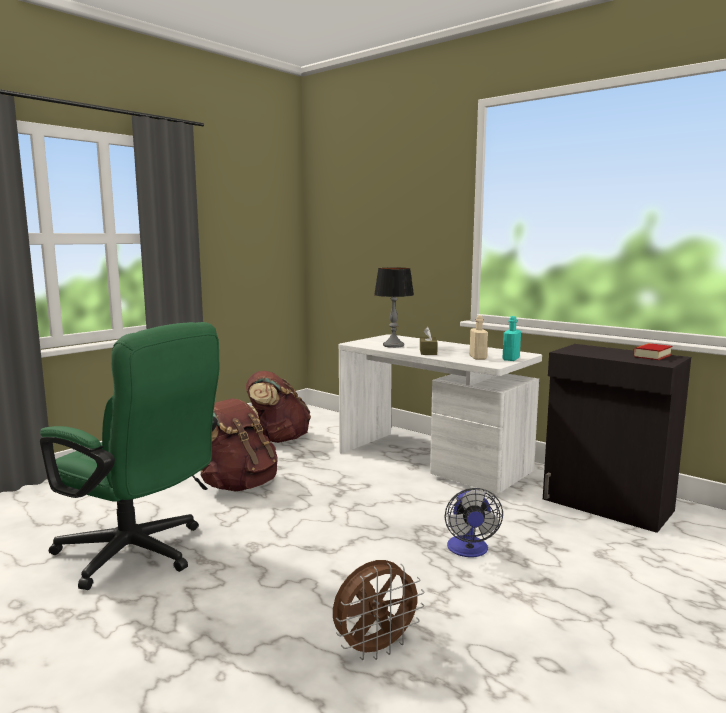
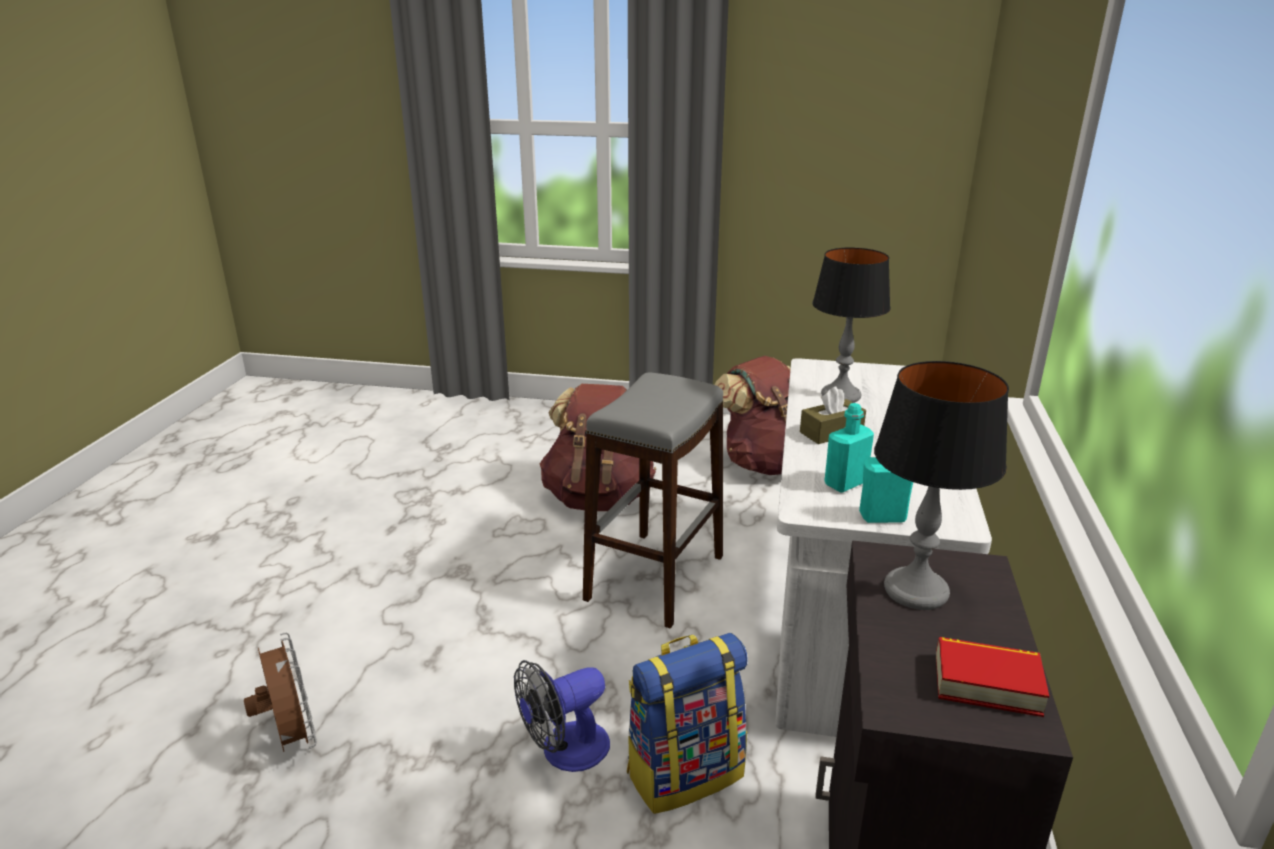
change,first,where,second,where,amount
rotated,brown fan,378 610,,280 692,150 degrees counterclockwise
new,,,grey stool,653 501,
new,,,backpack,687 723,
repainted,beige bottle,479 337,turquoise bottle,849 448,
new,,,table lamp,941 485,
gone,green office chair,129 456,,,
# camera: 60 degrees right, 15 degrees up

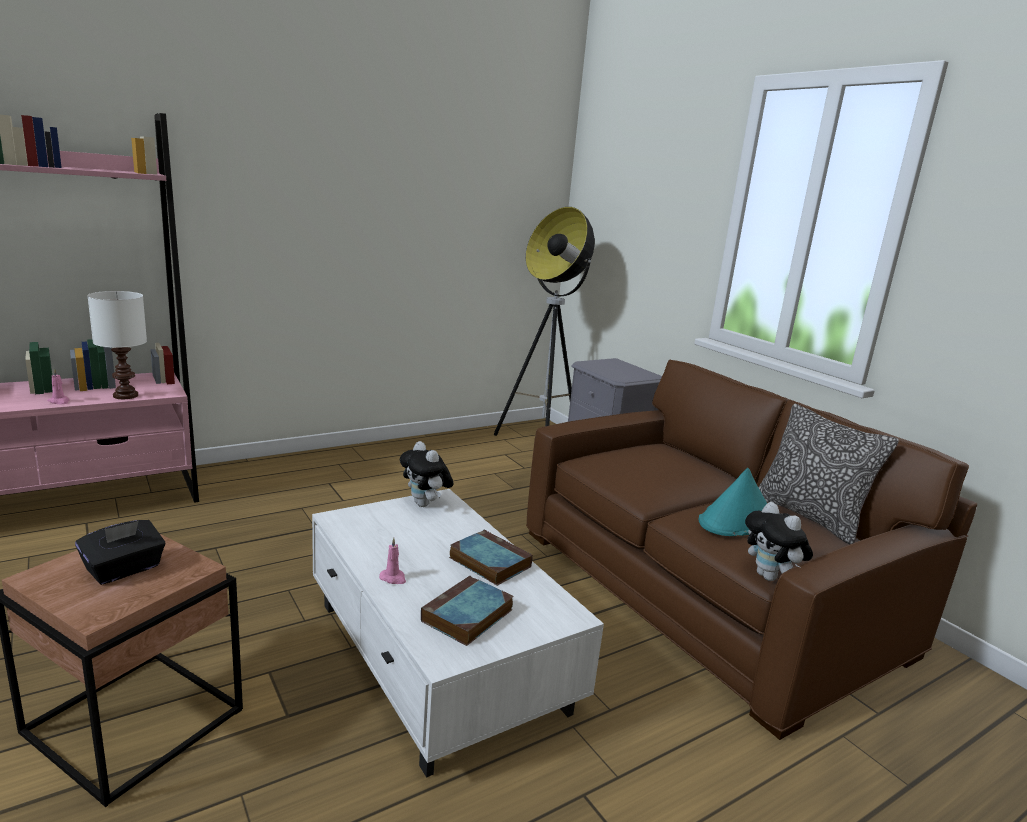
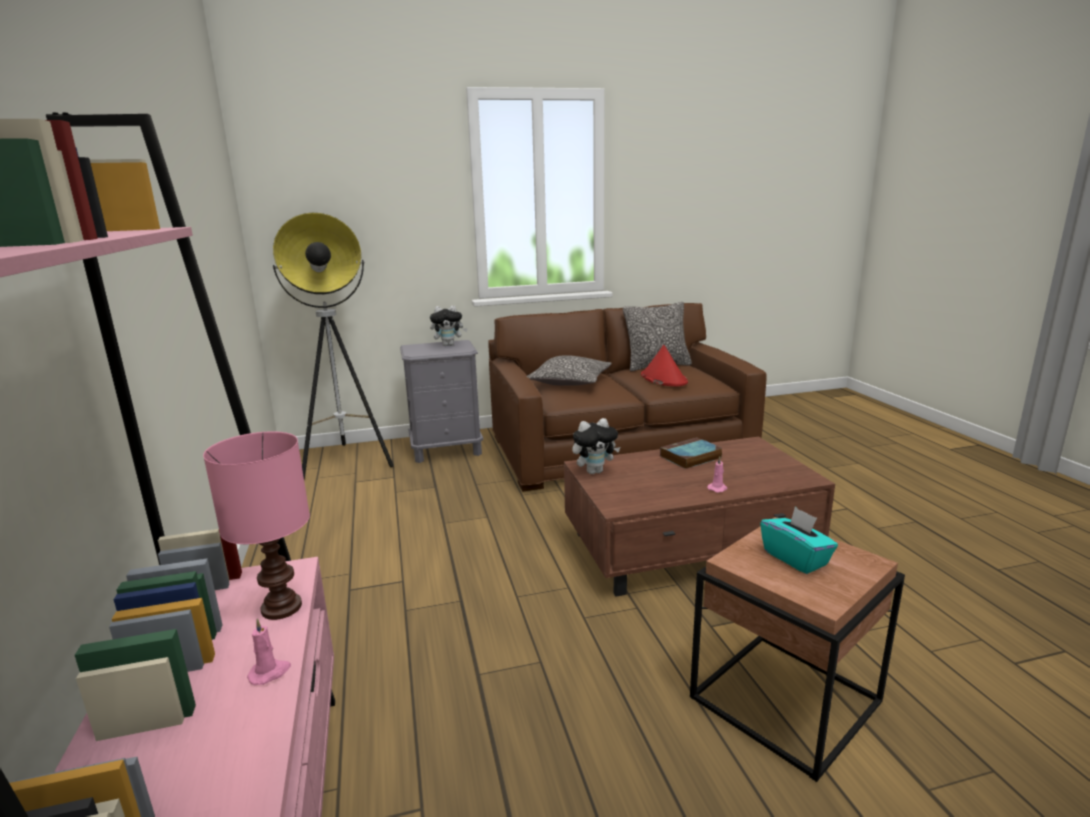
change,first,where,second,where,amount
repainted,white table lamp,117 345,pink table lamp,256 525,
shifted,plush toy,779 541,,449 325,
new,,,pillow,569 370,
repainted,white coffee table,458 633,brown coffee table,699 517,
repainted,turquoise hat,732 502,red hat,664 366,
repainted,black tissue box,120 552,turquoise tissue box,799 540,
gone,book,467 611,,,
# camera: 70 degrees left, 0 degrees up

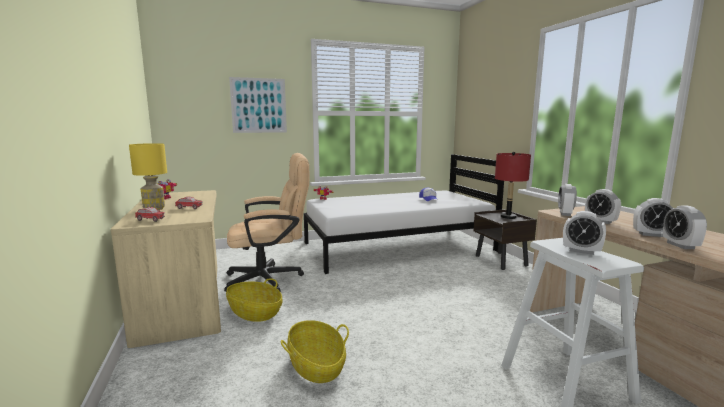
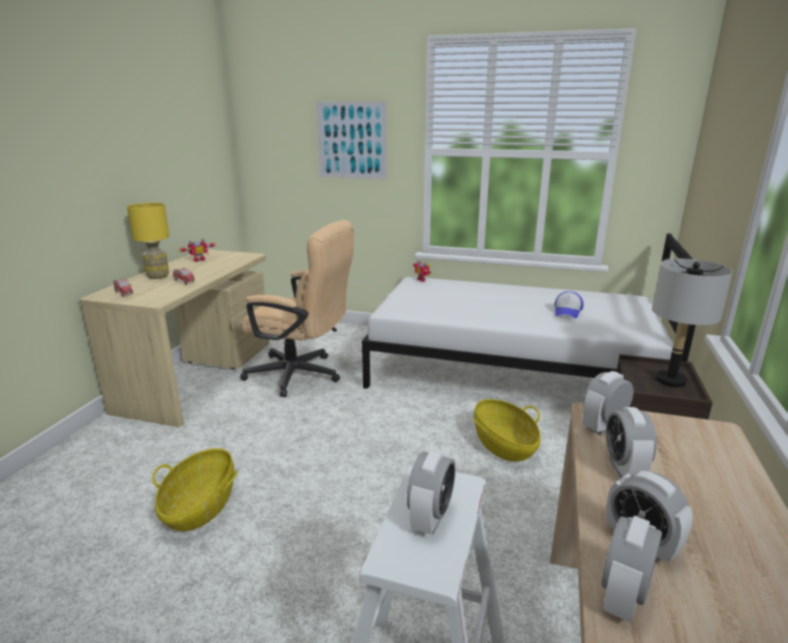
change,first,where,second,where,amount
rotated,alarm clock,584 233,,431 492,135 degrees counterclockwise
shifted,basket,254 300,,506 430,
repainted,red table lamp,513 185,grey table lamp,692 323,
# camera: 35 degrees right, 10 degrees up

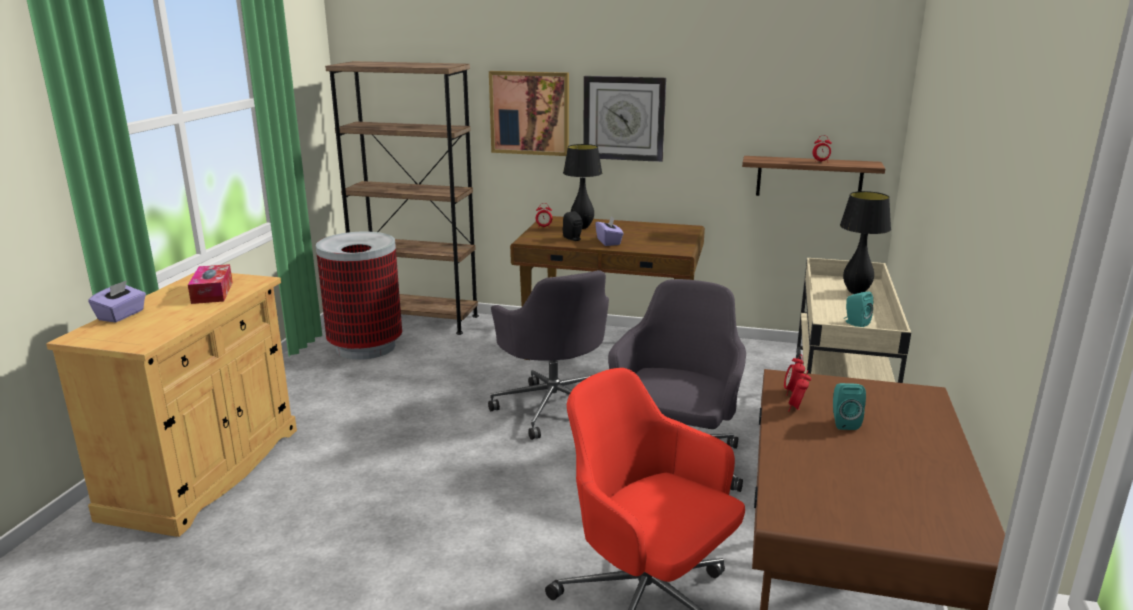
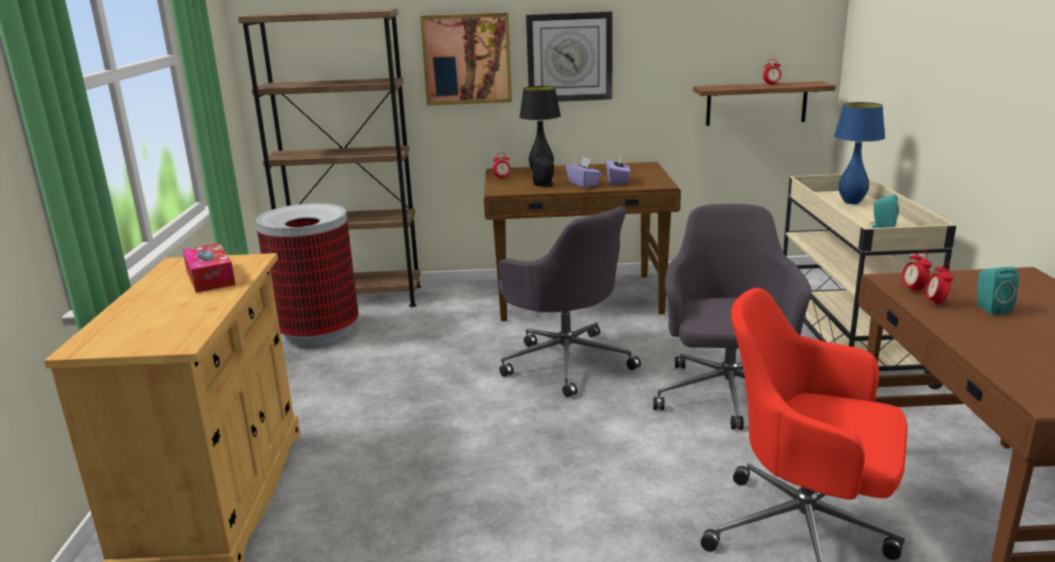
change,first,where,second,where,amount
shifted,purple tissue box,117 301,,618 170,
repainted,black table lamp,865 242,blue table lamp,859 153,
# camera: 15 degrees left, 0 degrees up

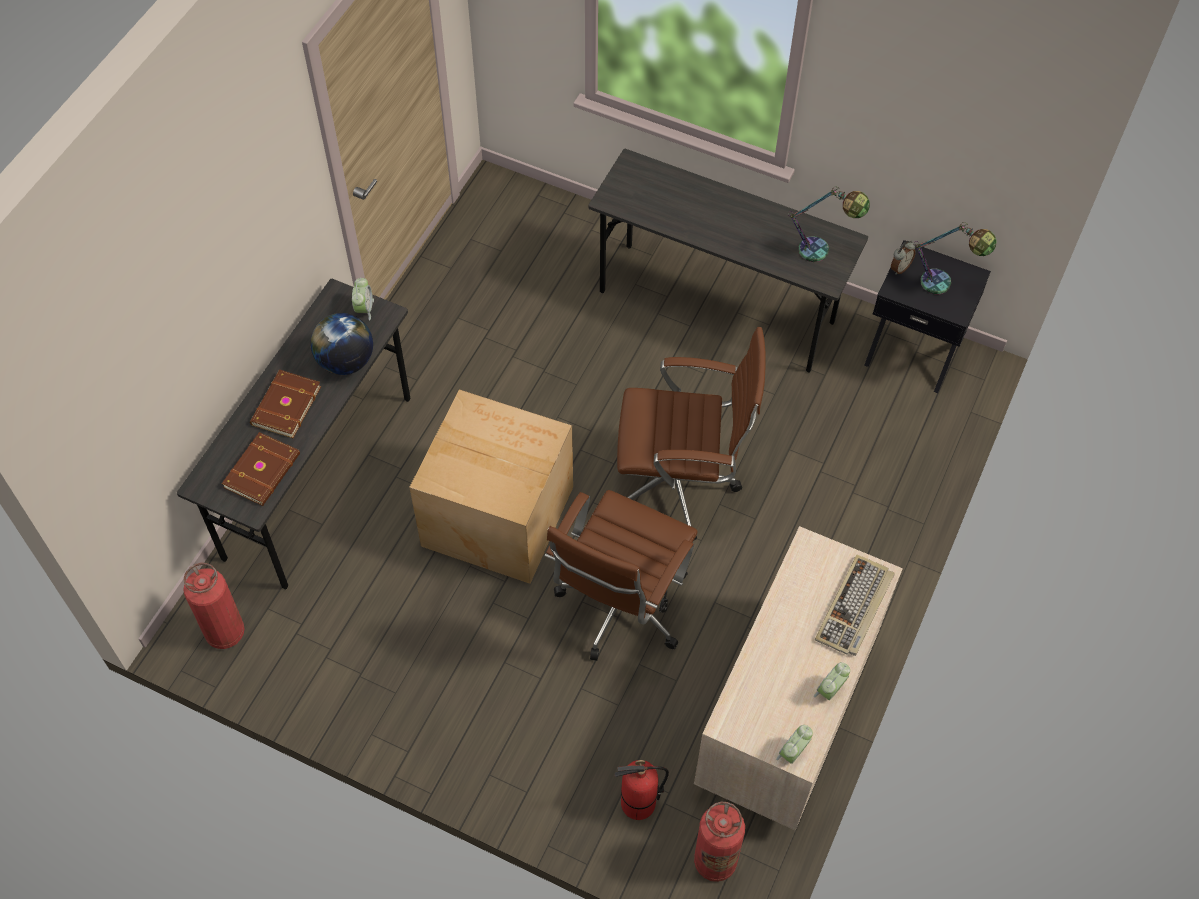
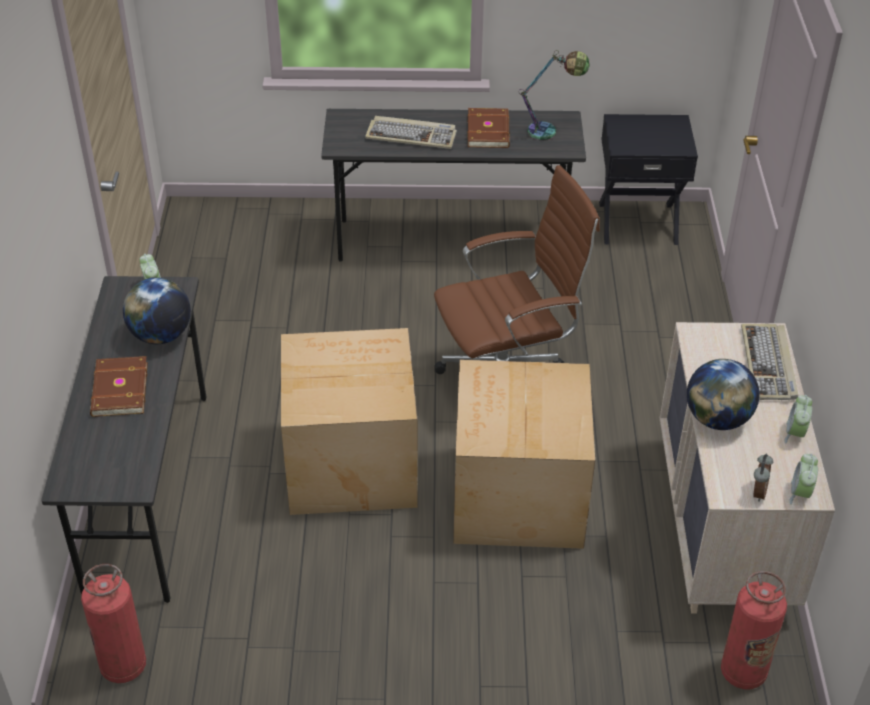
change,first,where,second,where,amount
new,,,keyboard,411 132,
swapped,brown office chair,621 575,cardboard box,524 454,
shifted,brown book,261 469,,488 128,
new,,,globe,723 394,
shifted,alarm clock,903 258,,763 478,
gone,fire extinguisher,642 790,,,
gone,table lamp,955 258,,,
# camera: 25 degrees left, 15 degrees down

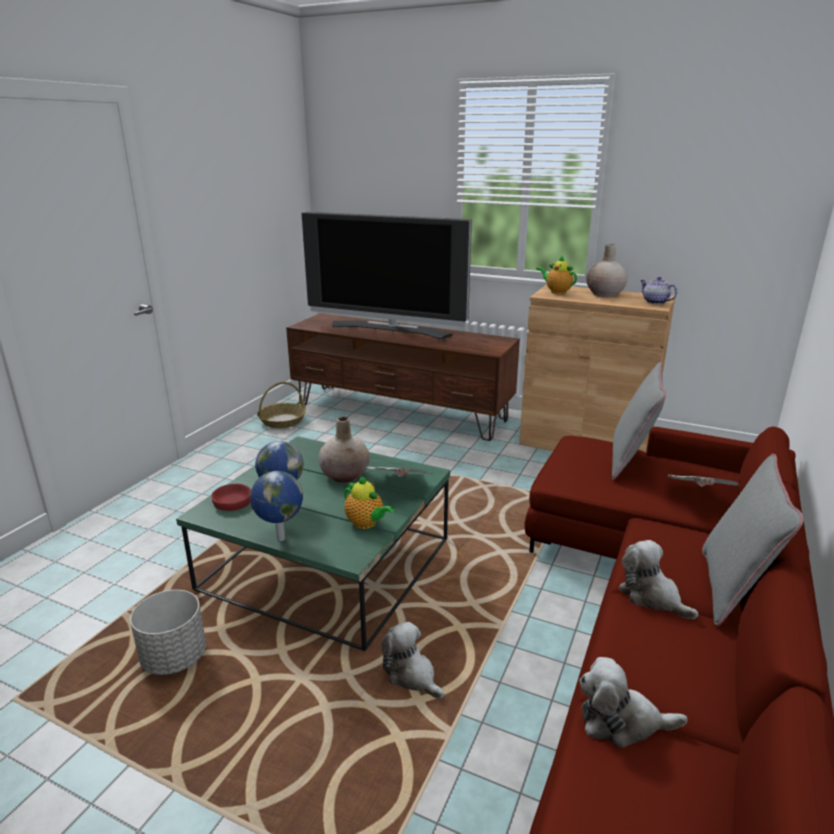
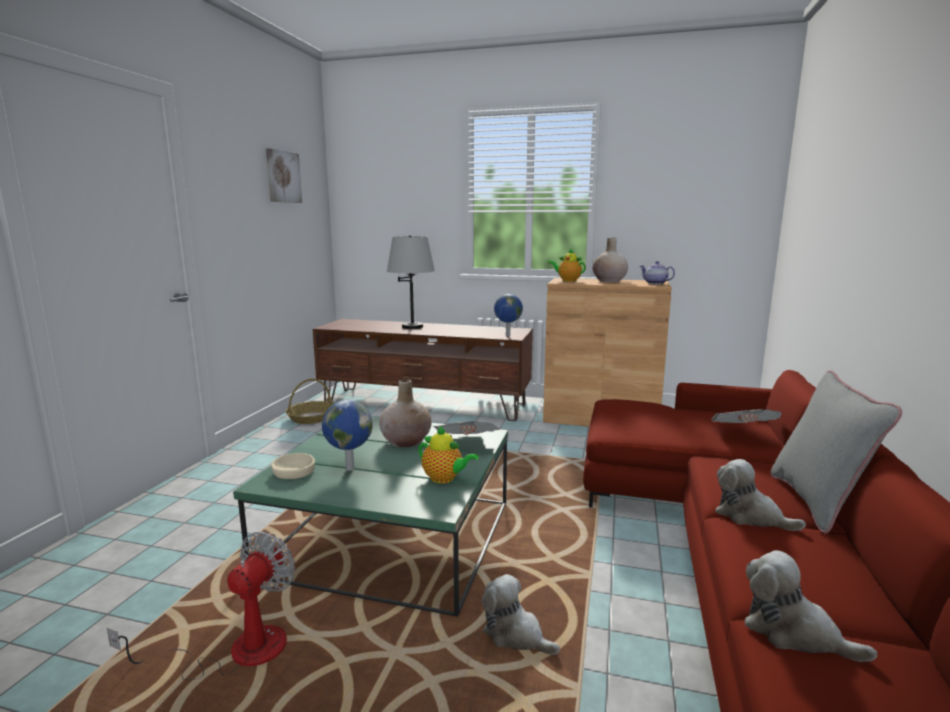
change,first,where,second,where,amount
swapped,grey planter,168 632,fan,201 605,
new,,,picture,284 175,
repainted,red bowl,231 497,beige bowl,293 466,
swapped,television,387 275,grey table lamp,411 282,
shifted,globe,276 506,,508 315,
rotated,plush toy,633 702,,811 606,45 degrees clockwise
gone,grey pillow,639 421,,,
# camera: 10 degrees left, 10 degrees down

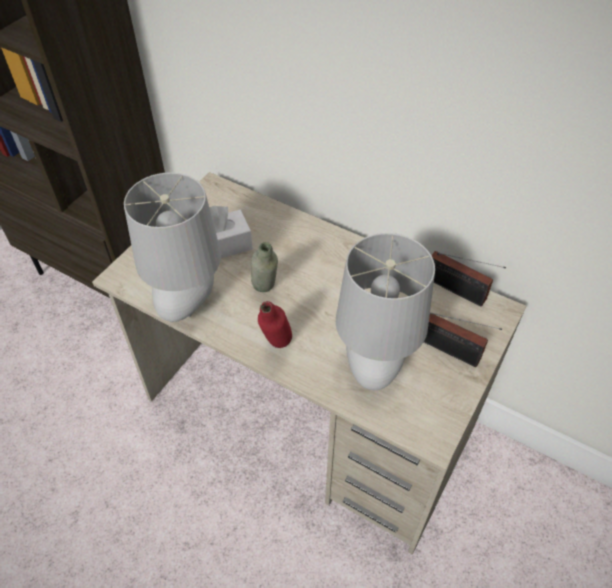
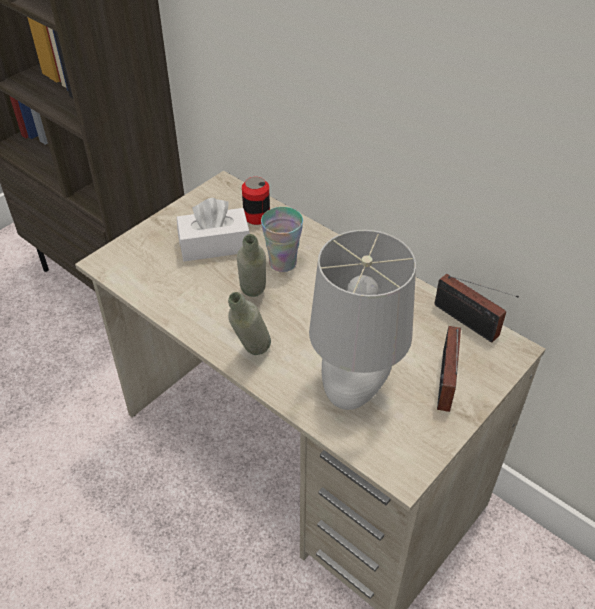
change,first,where,second,where,amount
repainted,red bottle,275 324,grey bottle,249 323,
new,,,can,256 201,
new,,,cup,282 239,
rotated,radio,463 339,,449 369,60 degrees clockwise
gone,grey table lamp,172 247,,,
# camera: 10 degrees right, 5 degrees down

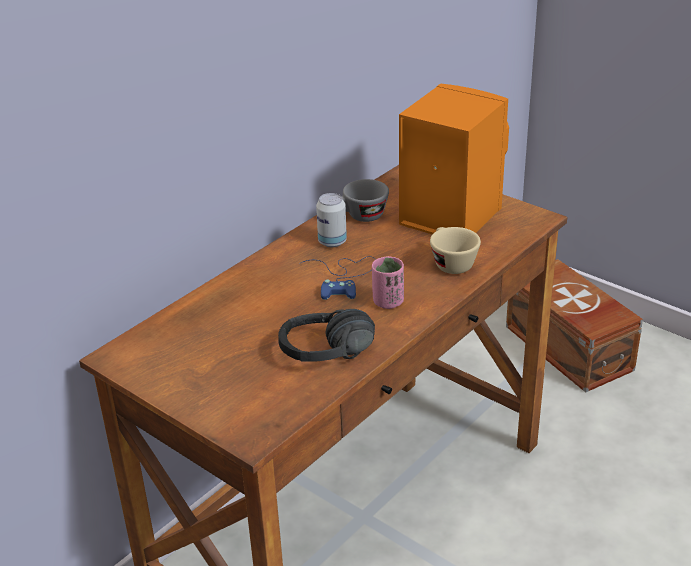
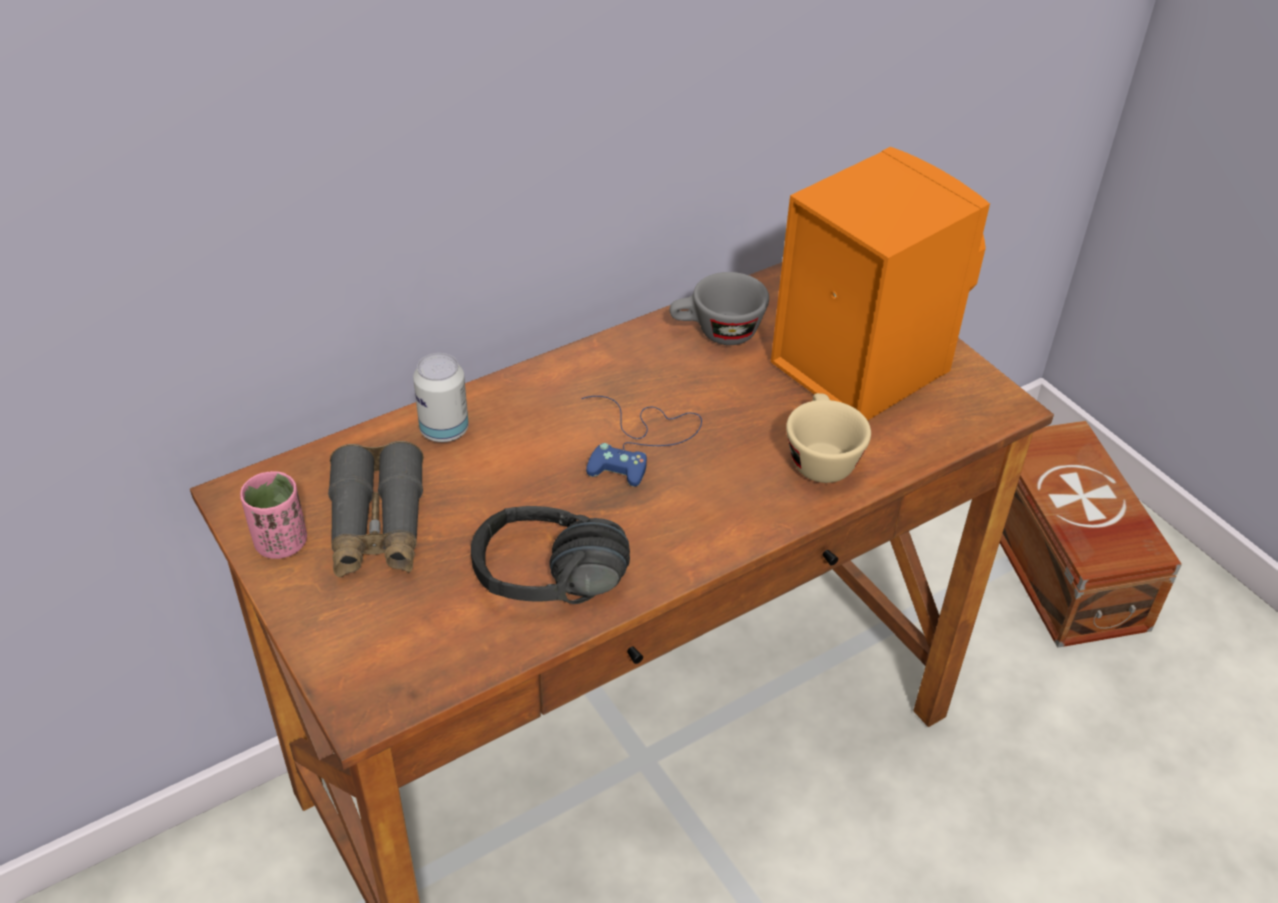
change,first,where,second,where,amount
shifted,pink cup,388 282,,273 515,
new,,,grey binoculars,376 509,
shifted,can,331 220,,441 397,
# camera: 15 degrees right, 10 degrees up

